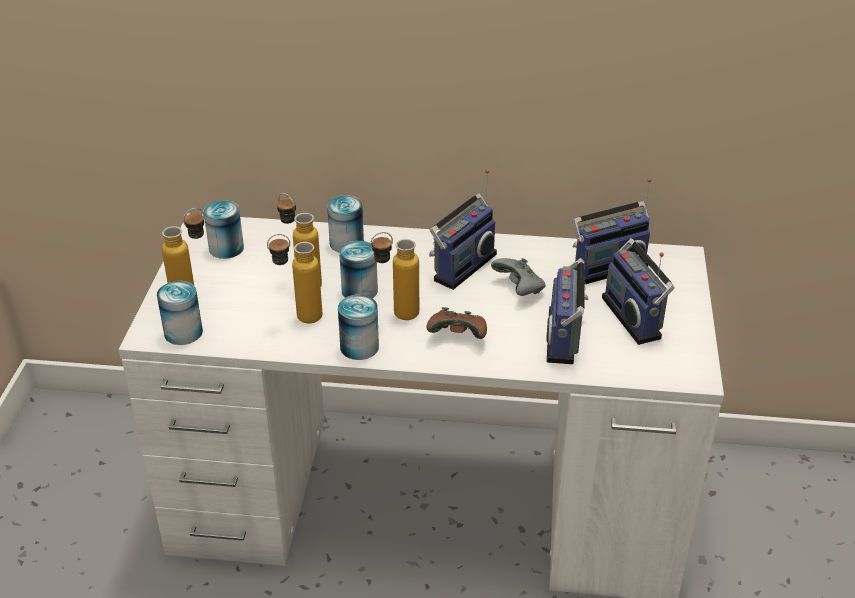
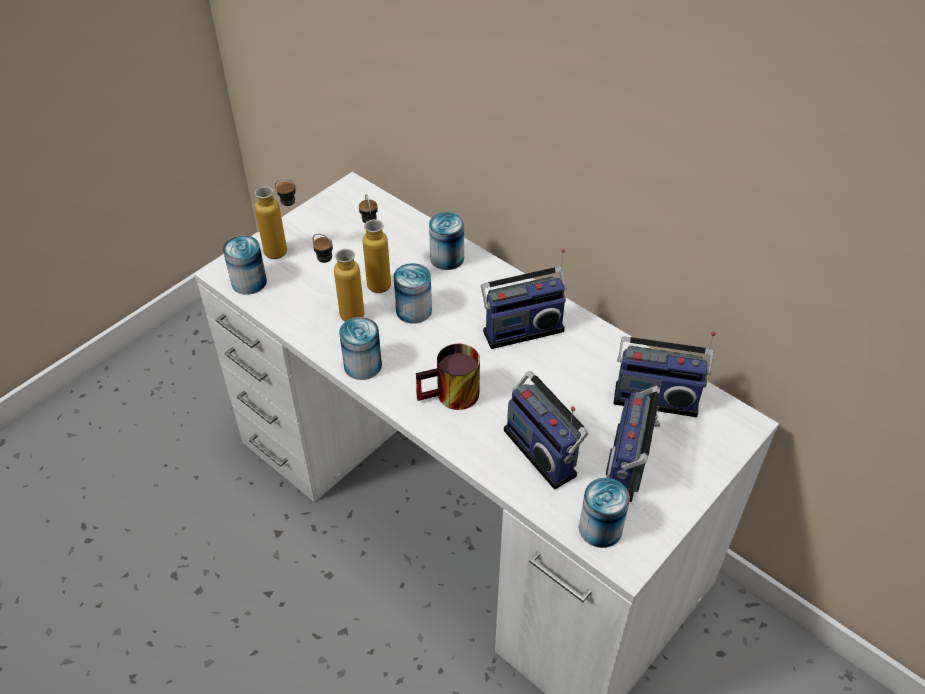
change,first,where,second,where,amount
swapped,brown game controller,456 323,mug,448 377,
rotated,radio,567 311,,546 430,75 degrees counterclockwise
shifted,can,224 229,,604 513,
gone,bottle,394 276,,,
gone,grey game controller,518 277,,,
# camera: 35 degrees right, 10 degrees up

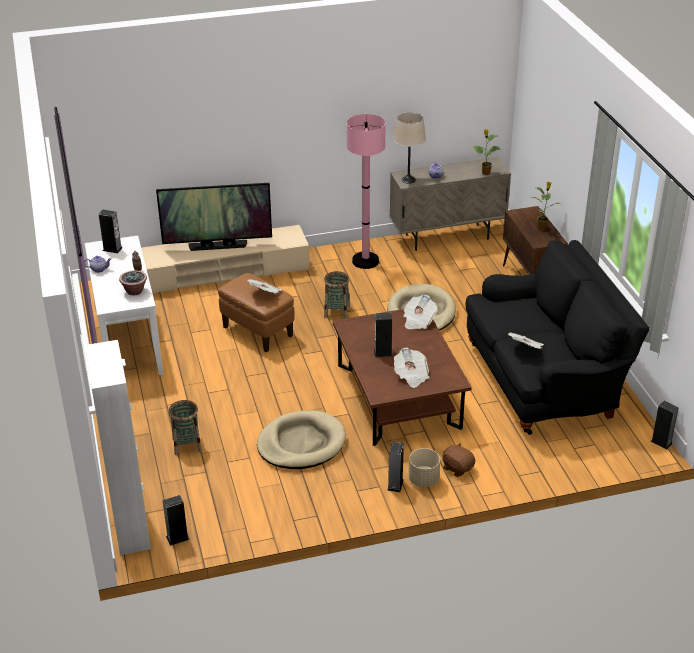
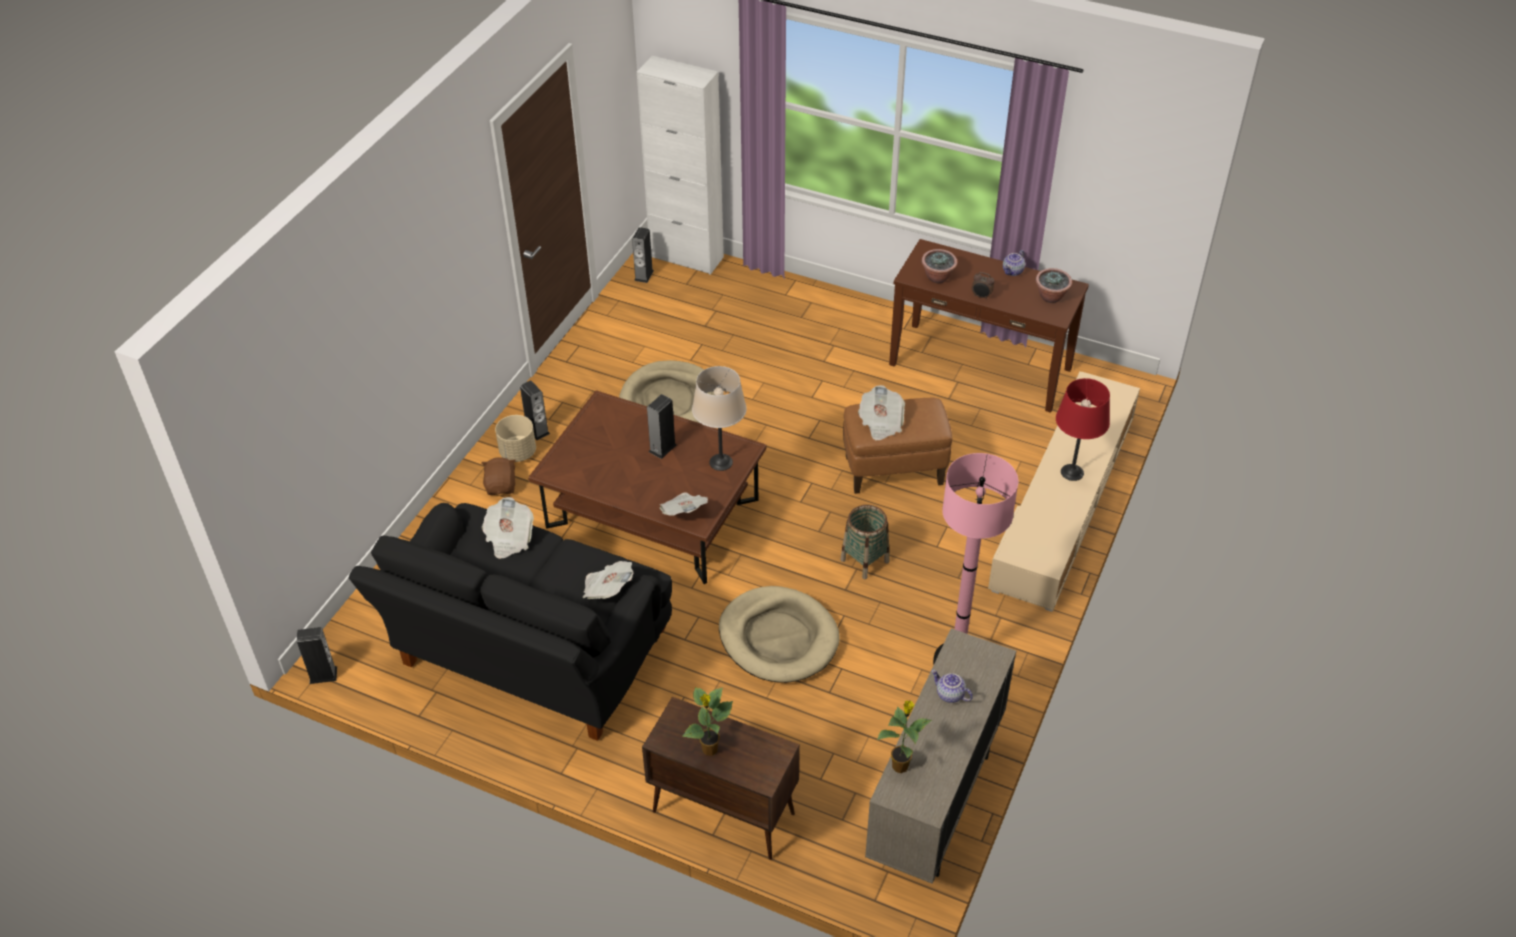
change,first,where,second,where,amount
rotated,brown plush toy,458 460,,498 476,90 degrees counterclockwise
shifted,newspaper,411 368,,608 580,
shifted,beige table lamp,409 148,,719 418,
repainted,white console table,124 305,brown console table,989 326,
swapped,speaker,111 231,potted plant,1054 285,
swapped,television,214 217,red table lamp,1083 429,
gone,basket,185 427,,,
# camera: 130 degrees right, 10 degrees up

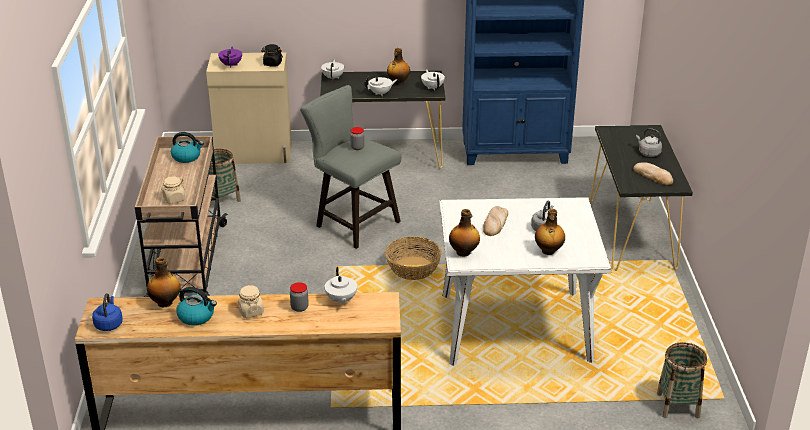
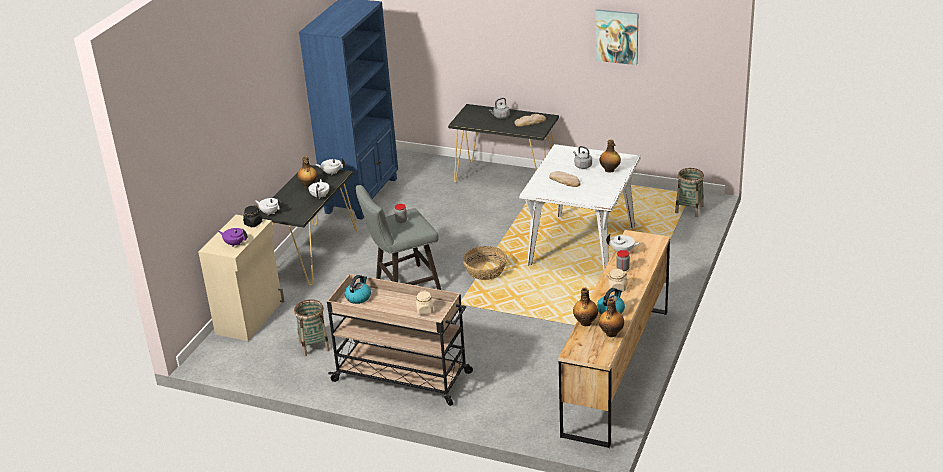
change,first,where,second,where,amount
new,,,picture,616 37,
shifted,bottle,464 232,,611 317,
gone,blue kettle,107 312,,,
# camera: 65 degrees left, 0 degrees up

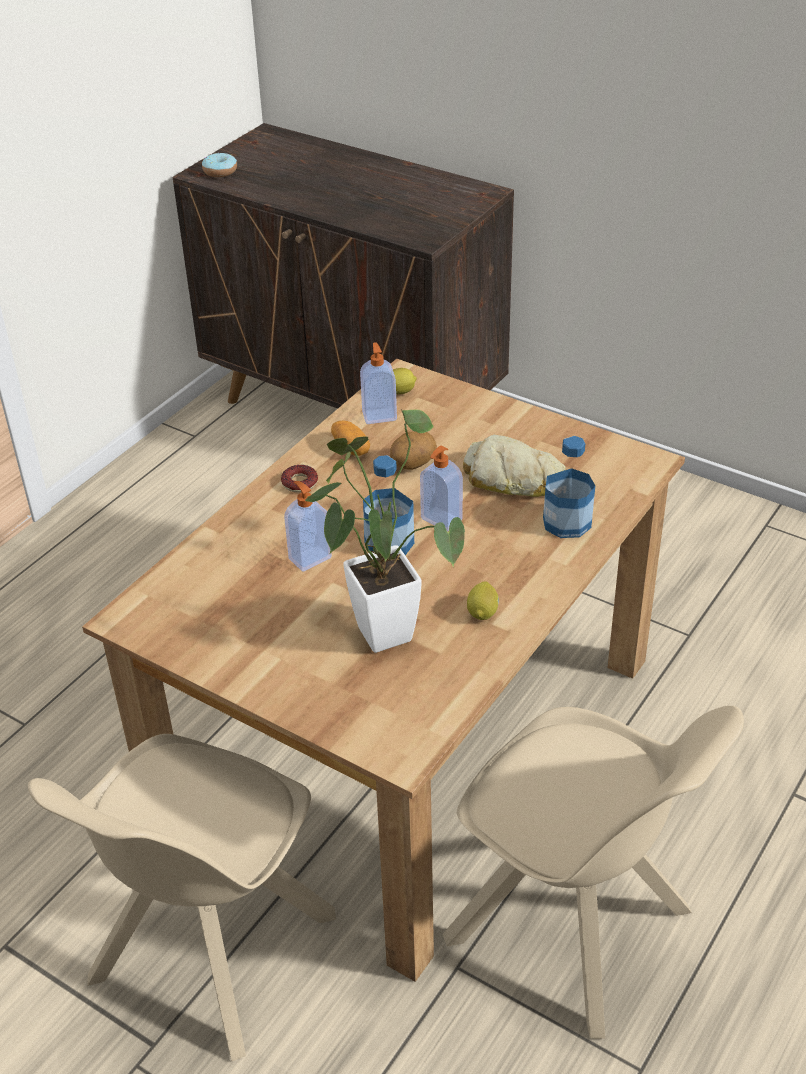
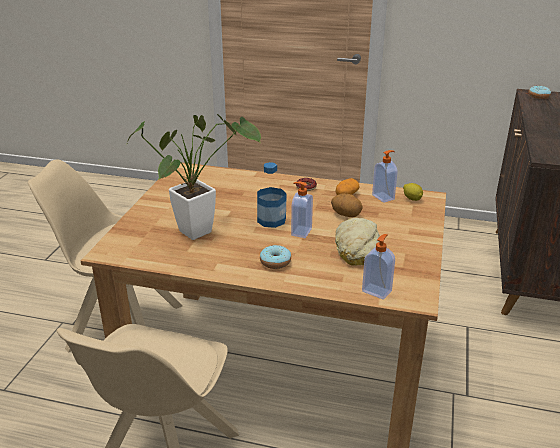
change,first,where,second,where,amount
new,,,donut,275 257,
shifted,soap dispenser,308 526,,378 266,
gone,lemon,483 601,,,
gone,bottle,569 487,,,
# camera: 70 degrees right, 10 degrees down

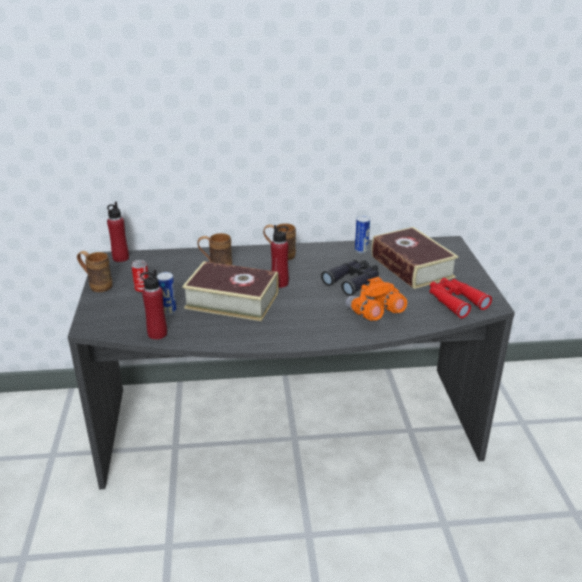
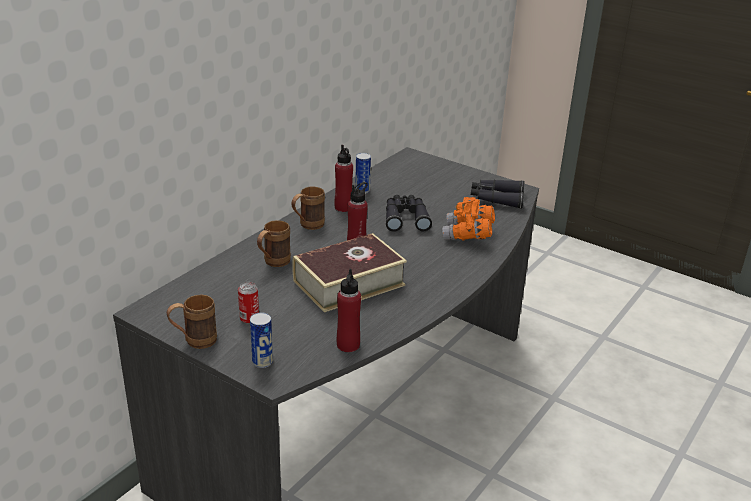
change,first,where,second,where,amount
shifted,can,167 293,,261 340,
shifted,red bottle,118 232,,344 178,
repainted,red binoculars,461 298,black binoculars,498 194,
gone,book,415 258,,,
# camera: 50 degrees left, 0 degrees up

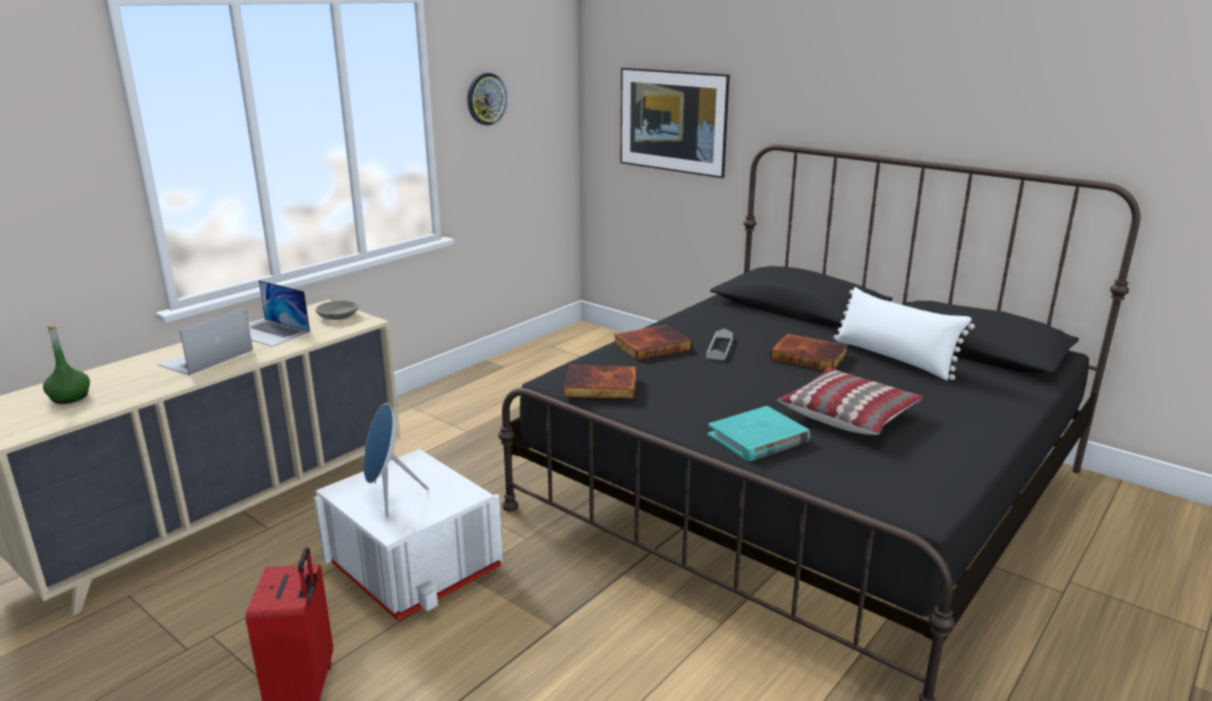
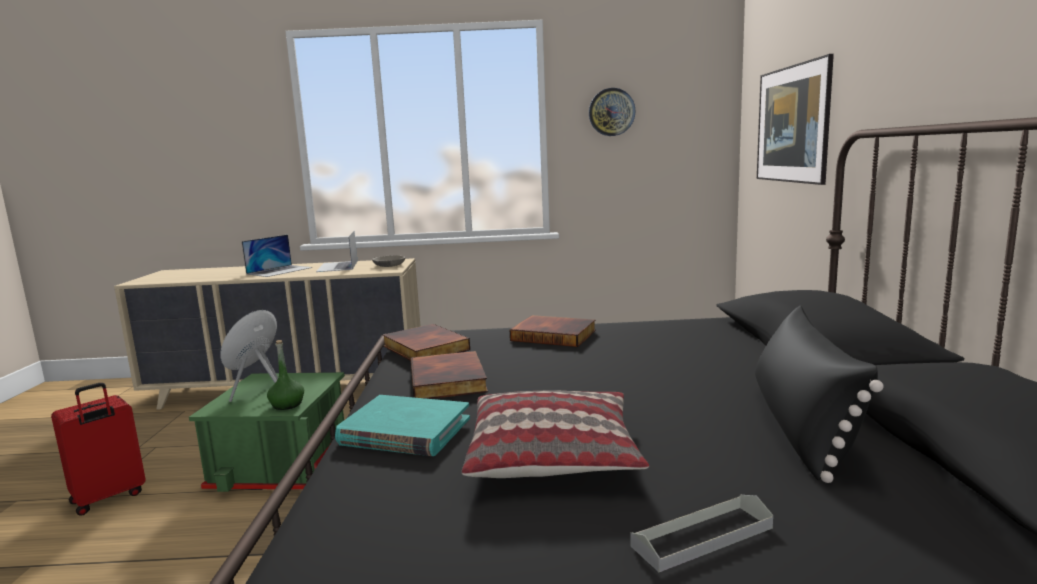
change,first,where,second,where,amount
repainted,white storage box,408 535,green storage box,267 432,
rotated,laptop,205 342,,277 256,135 degrees clockwise
shifted,green bottle,66 364,,285 375,
shifted,book,809 352,,449 375,
shifted,grey tray,719 344,,701 533,
repainted,white pillow,904 333,black pillow,819 394,
# camera: 50 degrees right, 10 degrees down

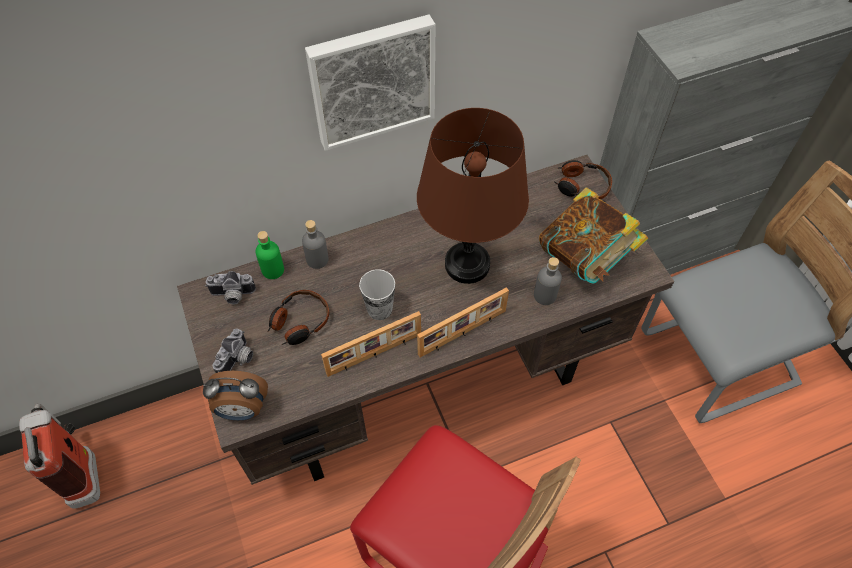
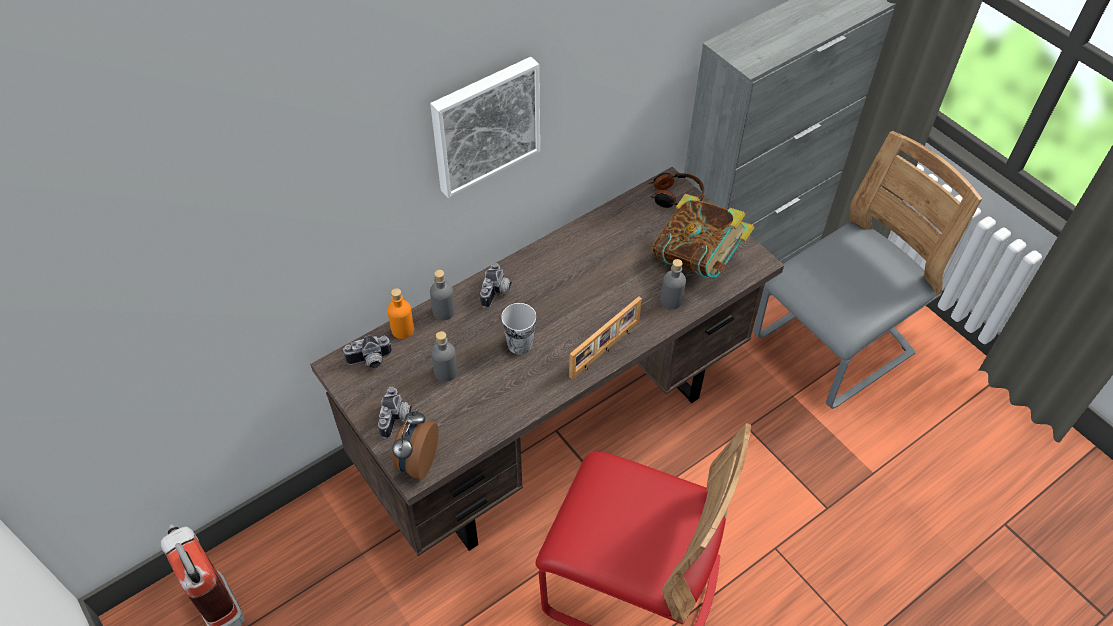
change,first,where,second,where,amount
repainted,green bottle,270 255,orange bottle,400 313,
rotated,alarm clock,235 395,,415 444,120 degrees clockwise
swapped,headphones,298 317,grey bottle,444 356,
new,,,photo camera,496 285,
gone,picture frame,371 344,,,
gone,brown table lamp,473 196,,,
# camera: 15 degrees left, 5 degrees down

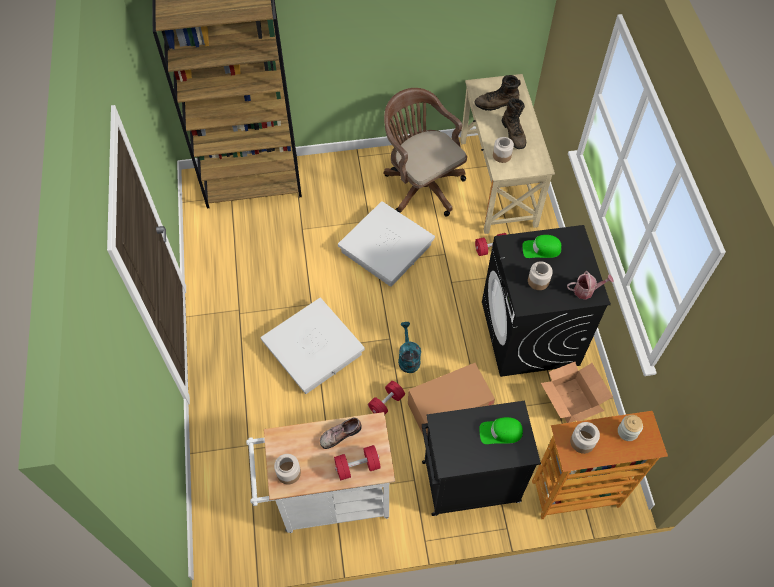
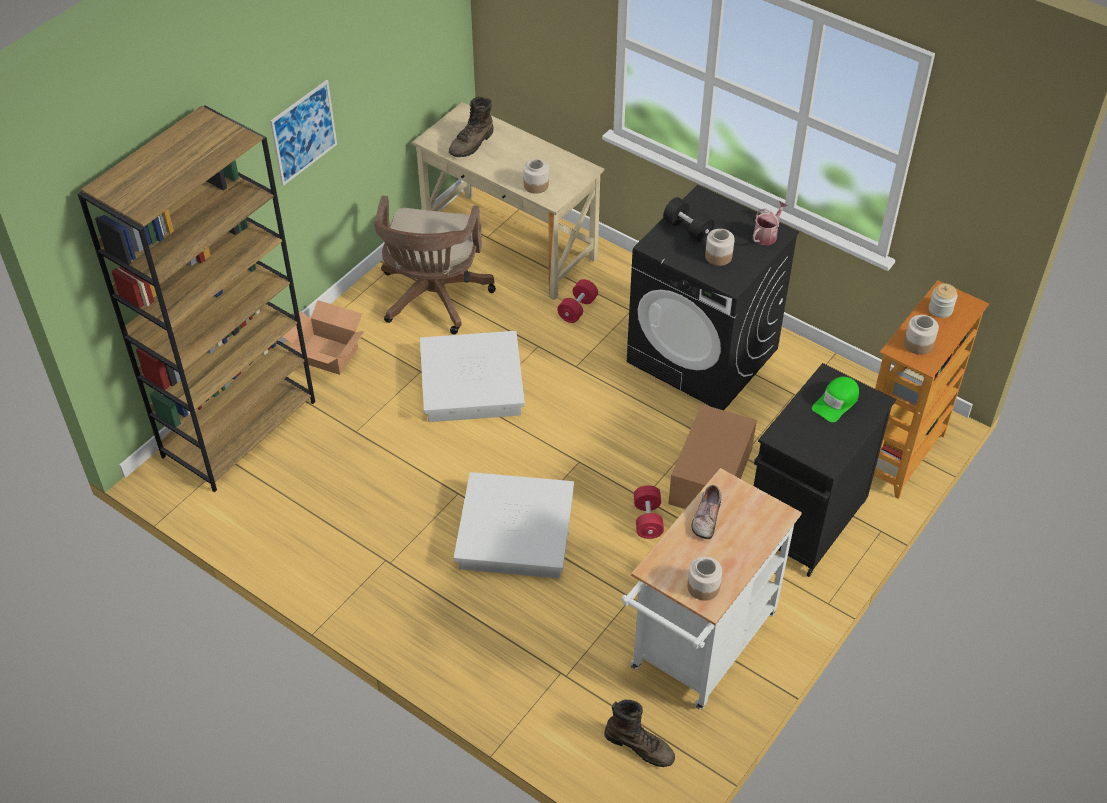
change,first,where,second,where,amount
new,,,picture,303 133,
shifted,cardboard box,577 392,,323 337,
rotated,brown office chair,425 152,,434 264,90 degrees counterclockwise
shifted,brown boot,514 123,,639 733,
swapped,green cap,541 246,black dumbbell,689 219,
gone,red dumbbell,357 462,,,
gone,turquoise watering can,409 347,,,
# camera: 45 degrees left, 10 degrees down

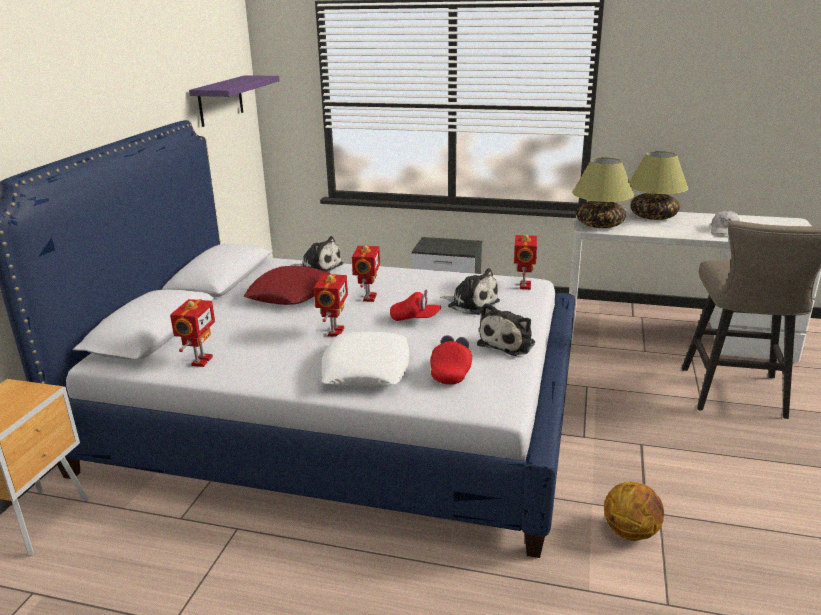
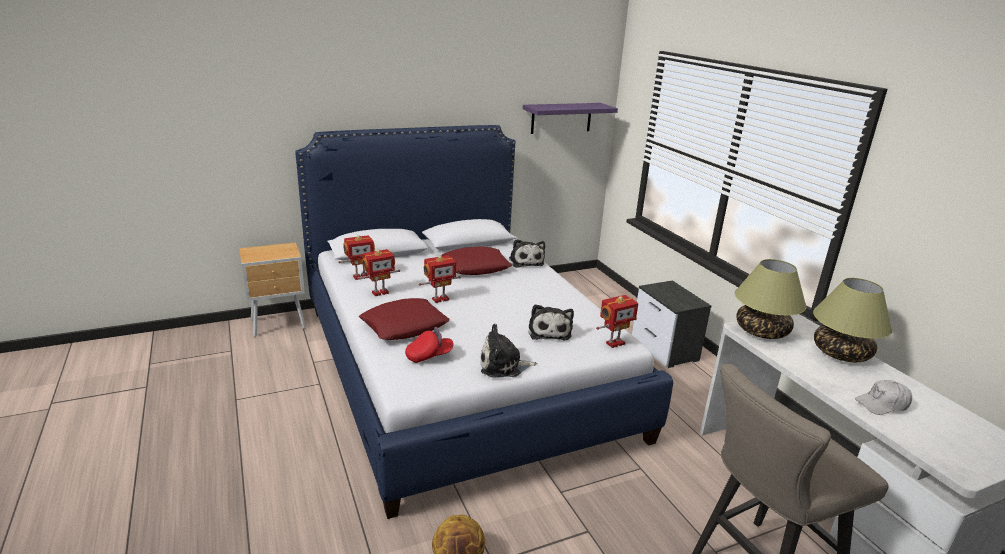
change,first,where,second,where,amount
shifted,toy robot,366 273,,378 272,
repainted,white pillow,365 359,red pillow,404 319,
gone,red cap,415 305,,,
# camera: 50 degrees right, 0 degrees up

